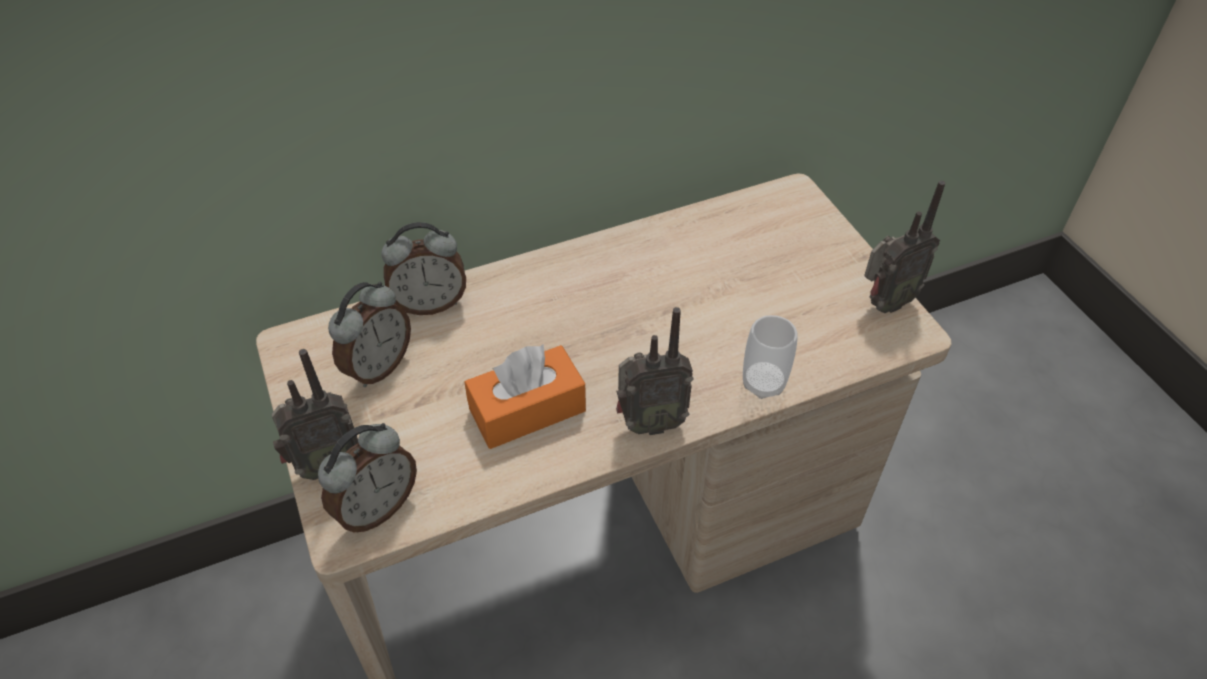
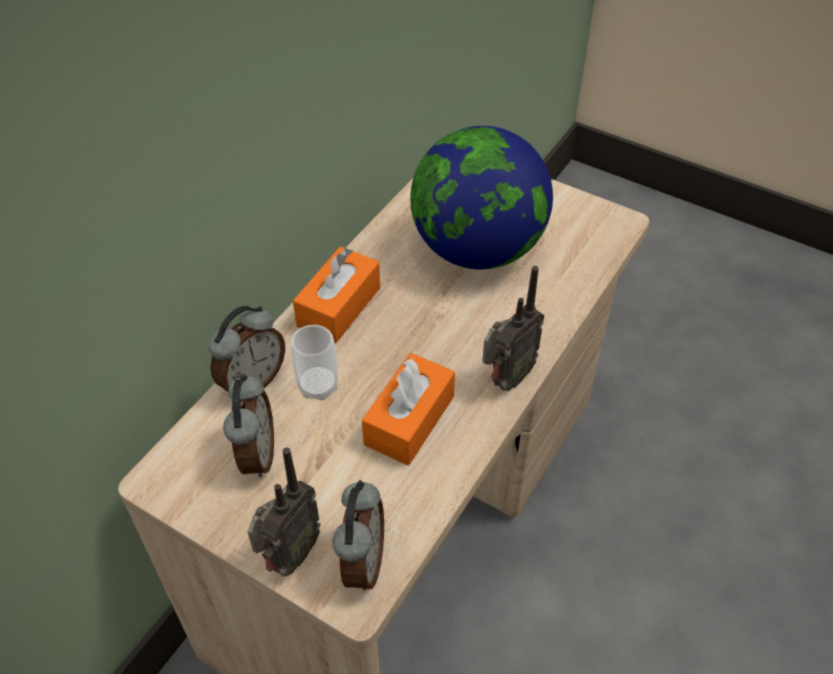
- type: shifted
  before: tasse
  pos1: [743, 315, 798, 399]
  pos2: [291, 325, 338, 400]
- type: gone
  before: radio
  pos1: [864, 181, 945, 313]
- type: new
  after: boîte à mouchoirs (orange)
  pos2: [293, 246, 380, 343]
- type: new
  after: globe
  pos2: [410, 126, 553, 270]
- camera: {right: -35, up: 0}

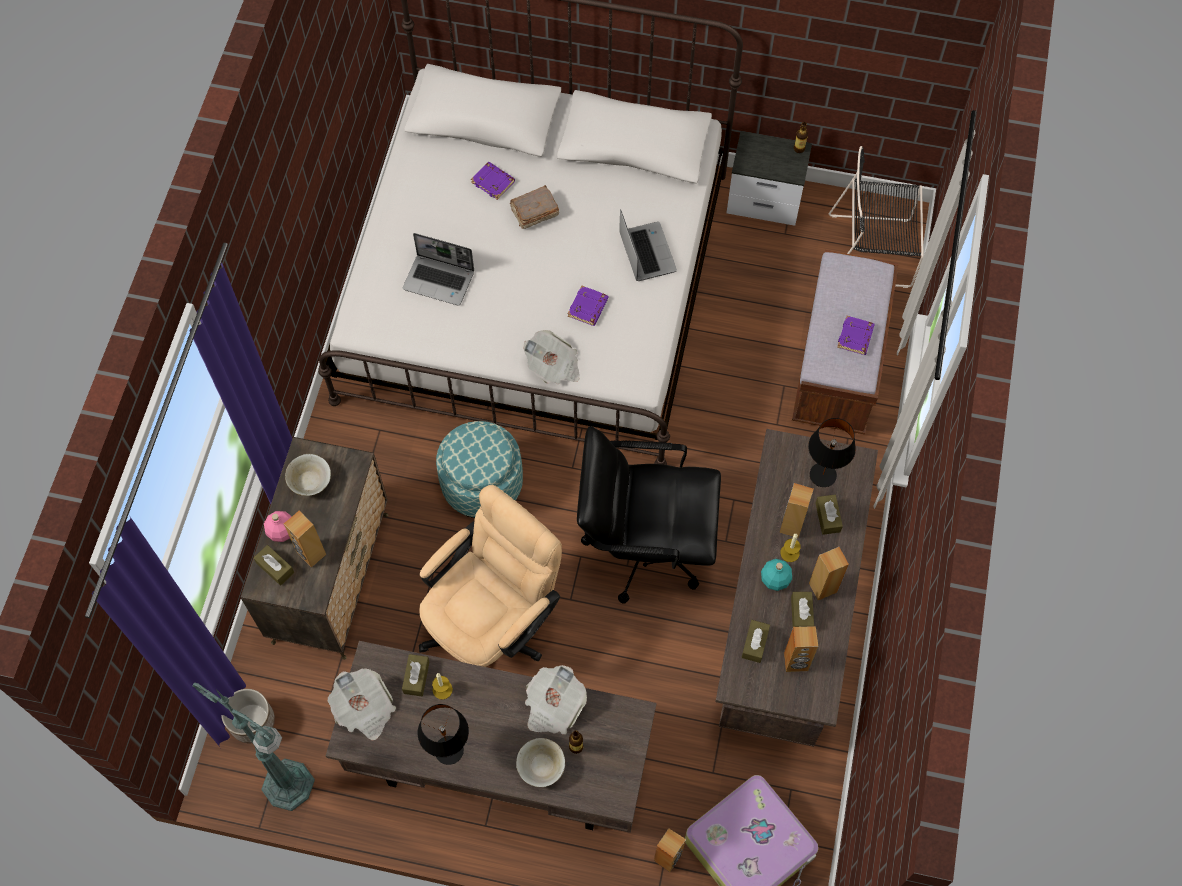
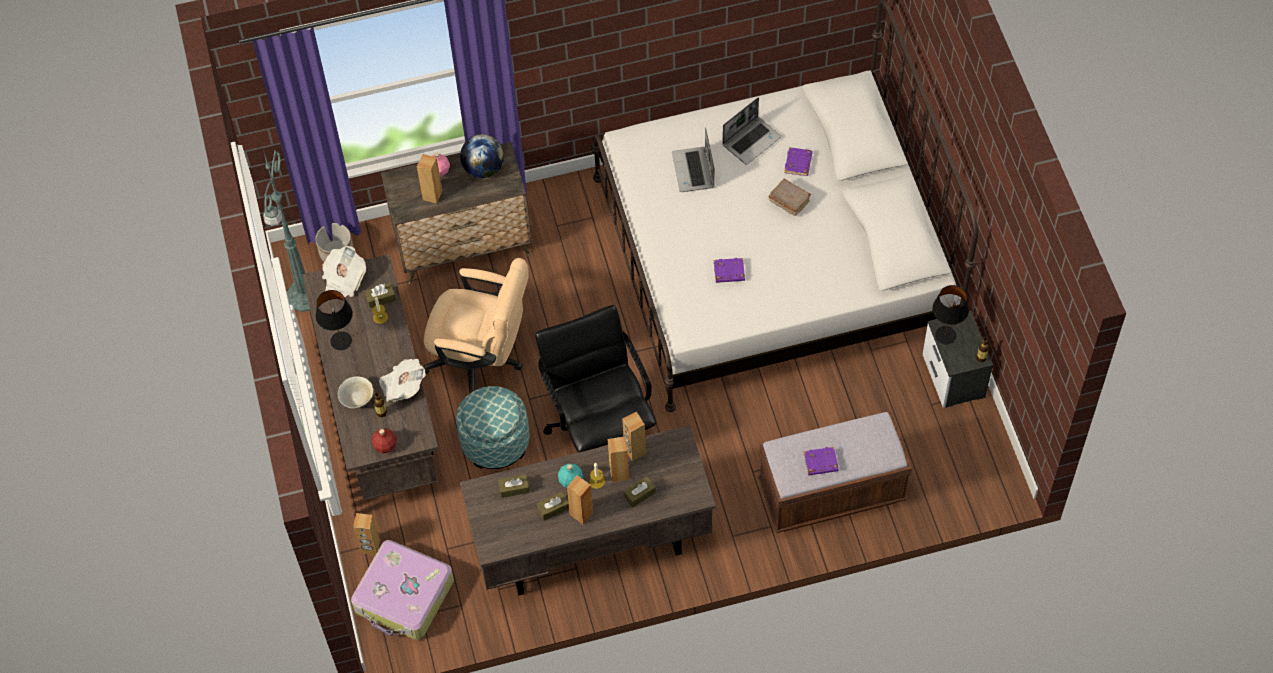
- type: gone
  before: boîte à mouchoirs (marron)
  pos1: [254, 545, 294, 586]
- type: swapped
  before: bol (beige)
  after: globe
  pos1: [285, 454, 331, 496]
  pos2: [460, 134, 504, 178]
- type: shifted
  before: pouf
  pos1: [436, 421, 523, 518]
  pos2: [456, 386, 529, 469]
- type: gone
  before: journal
  pos1: [523, 330, 580, 385]
- type: shifted
  before: ordinateur portable
  pos1: [619, 209, 677, 281]
  pos2: [722, 97, 781, 165]
- type: shifted
  before: enceinte (marron)
  pos1: [784, 626, 818, 672]
  pos2: [622, 411, 646, 461]
- type: shifted
  before: lampe de table (noir)
  pos1: [808, 418, 856, 487]
  pos2: [932, 285, 969, 344]
- type: gone
  before: chaise (noir)
  pos1: [829, 146, 924, 288]
- type: new
  after: bouteille (rouge)
  pos2: [372, 428, 397, 453]
- camera: {right: 65, up: -5}

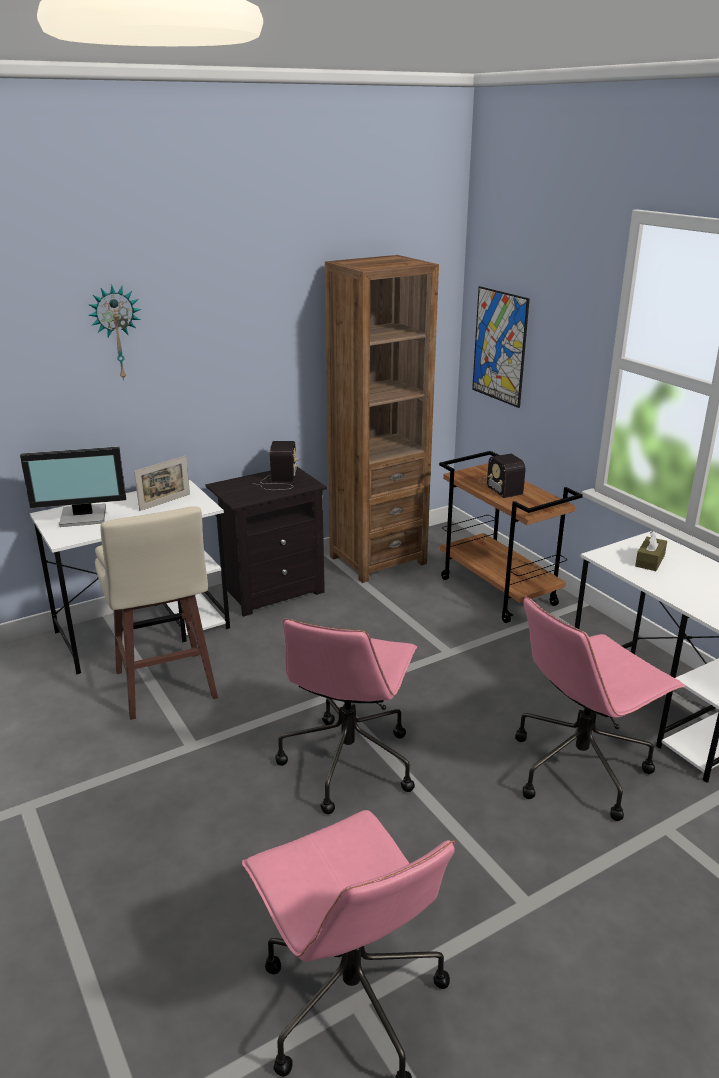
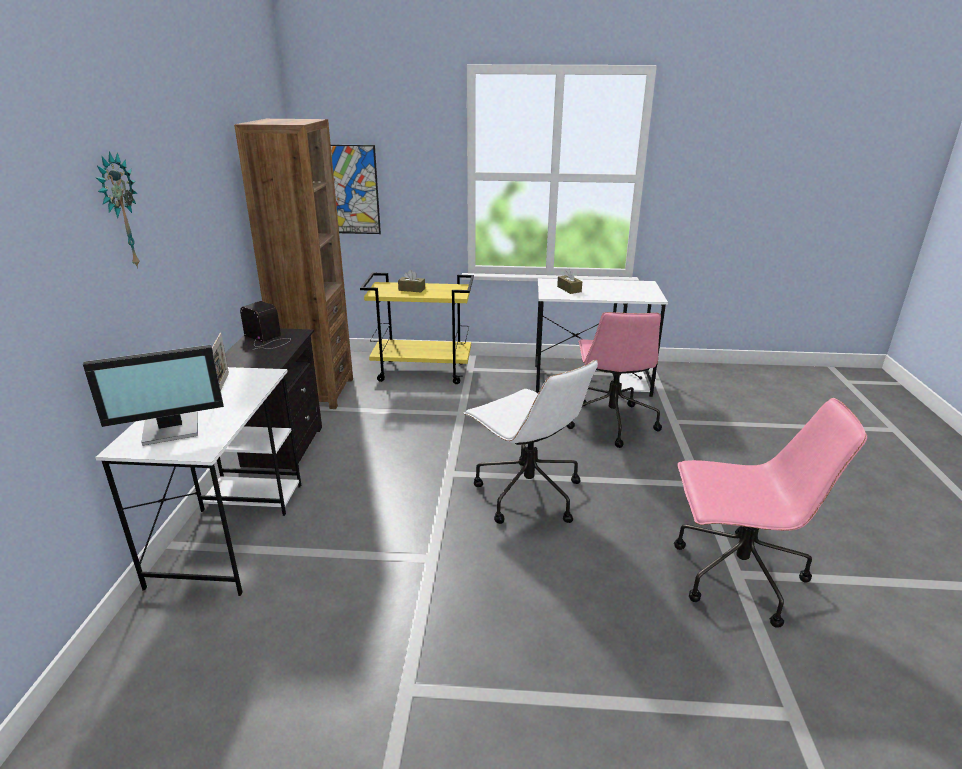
- type: rotated
  before: écran d'ordinateur
  pos1: [20, 447, 126, 527]
  pos2: [83, 345, 224, 446]
  turn: 45
- type: gone
  before: tabouret (beige)
  pos1: [95, 506, 218, 720]
- type: repainted
  before: chaise de bureau (rose)
  after: chaise de bureau (blanc)
  pos1: [275, 618, 417, 814]
  pos2: [463, 359, 598, 524]
- type: repainted
  before: chariot (marron)
  after: chariot (jaune)
  pos1: [439, 451, 583, 623]
  pos2: [360, 273, 474, 384]
- type: swapped
  before: radio
  after: boîte à mouchoirs (marron)
  pos1: [478, 454, 526, 498]
  pos2: [398, 270, 425, 292]
- camera: {right: -55, up: 0}

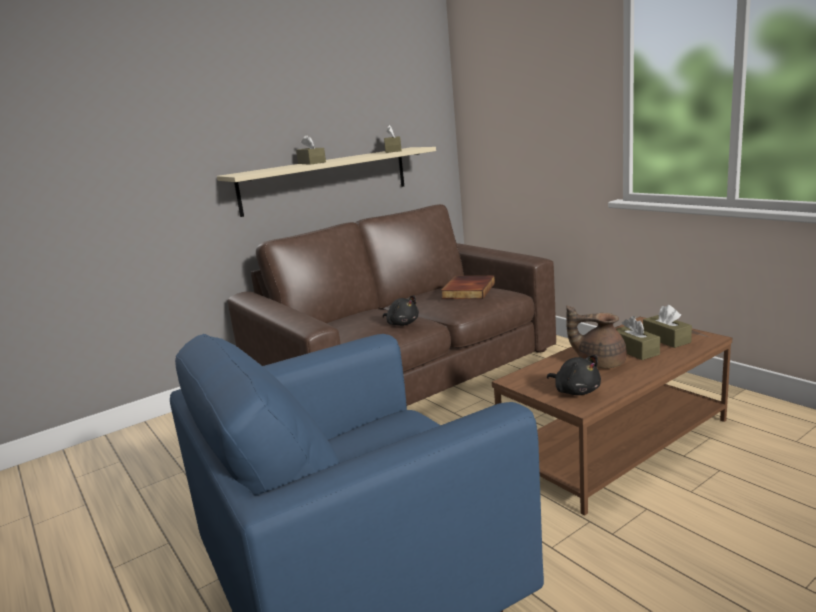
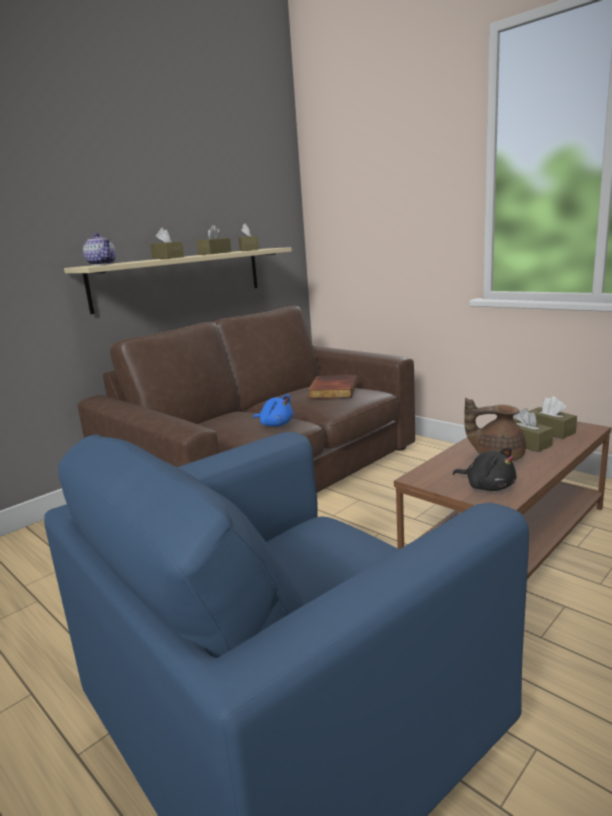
- type: repainted
  before: peluche (noir)
  after: peluche (bleu)
  pos1: [383, 295, 419, 326]
  pos2: [253, 394, 294, 426]
- type: new
  after: théière
  pos2: [83, 233, 116, 265]
- type: new
  after: boîte à mouchoirs (marron)
  pos2: [196, 225, 231, 255]
- camera: {right: -10, up: 0}

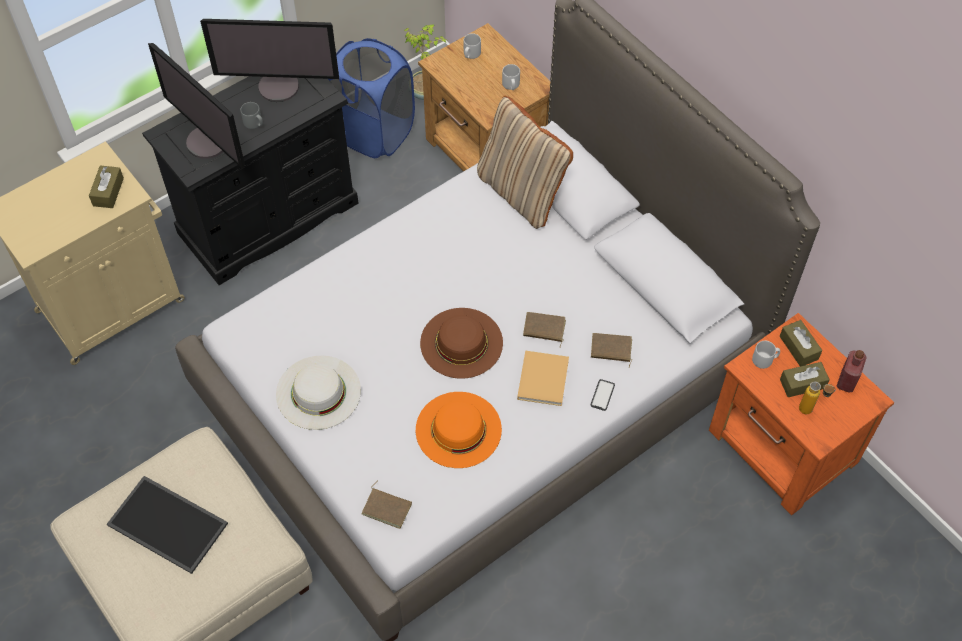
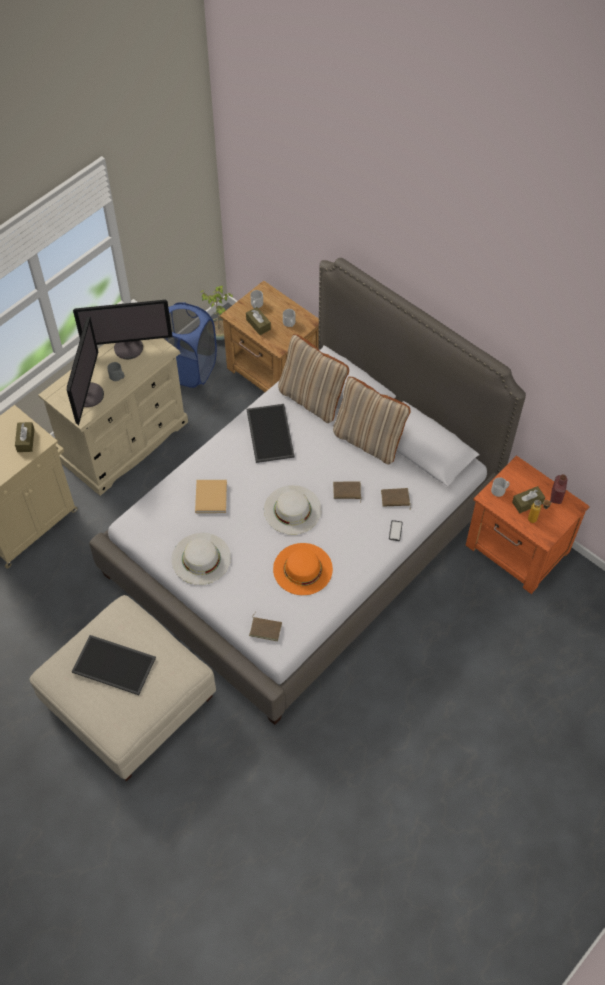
- type: repainted
  before: commode (noir)
  after: commode (beige)
  pos1: [142, 76, 359, 285]
  pos2: [38, 338, 188, 496]
- type: rotated
  before: écran d'ordinateur
  pos1: [148, 43, 245, 169]
  pos2: [67, 317, 104, 425]
  turn: -120
- type: repainted
  before: chapeau (marron)
  after: chapeau (blanc)
  pos1: [420, 308, 503, 379]
  pos2: [264, 485, 322, 535]
- type: shifted
  before: livre (beige)
  pos1: [517, 351, 569, 406]
  pos2: [195, 480, 227, 513]
- type: shifted
  before: boîte à mouchoirs (marron)
  pos1: [780, 320, 822, 366]
  pos2: [246, 307, 271, 335]
- type: new
  after: plateau
  pos2: [247, 404, 295, 463]
- type: new
  after: coussin (beige)
  pos2: [333, 377, 411, 465]
- camera: {right: -10, up: 0}

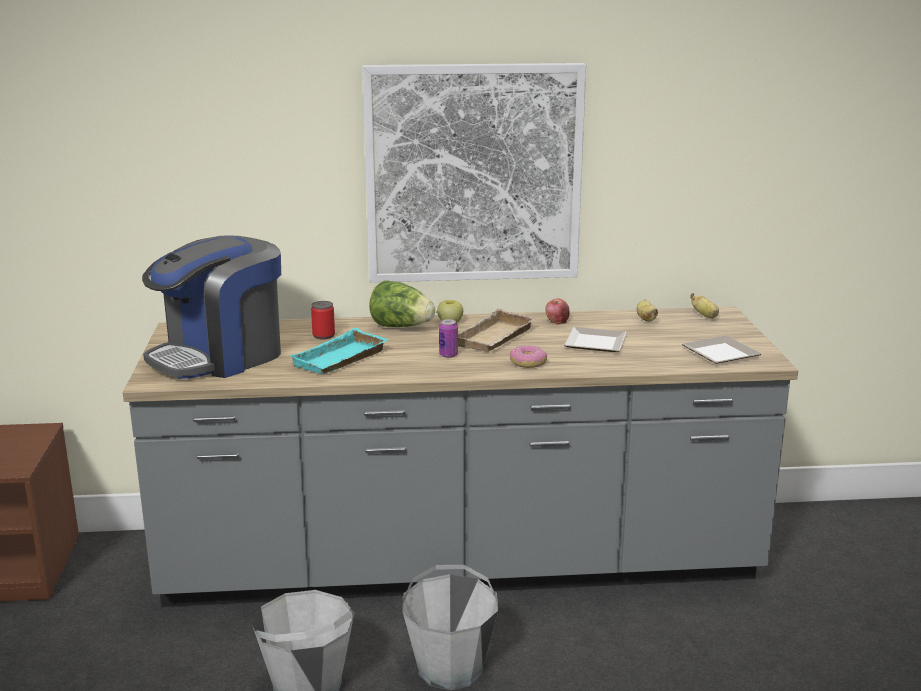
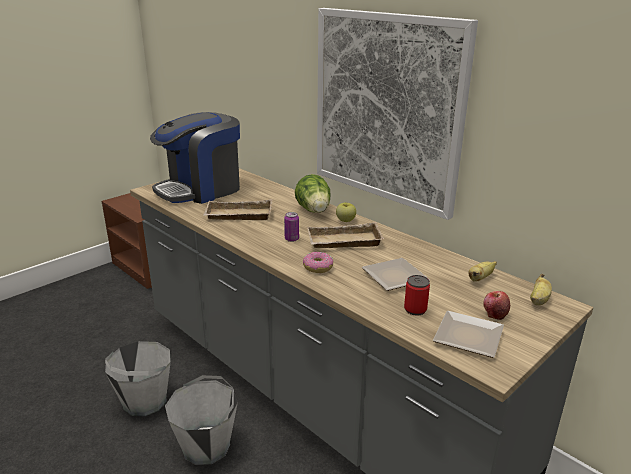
- type: rotated
  before: machine à café
  pos1: [142, 235, 281, 379]
  pos2: [150, 112, 240, 204]
  turn: -45
- type: repainted
  before: plateau (turquoise)
  after: plateau (beige)
  pos1: [289, 328, 389, 374]
  pos2: [204, 199, 272, 220]
- type: shifted
  before: boîte métallique
  pos1: [311, 301, 335, 339]
  pos2: [404, 275, 430, 316]
- type: shifted
  before: pomme
  pos1: [545, 299, 570, 324]
  pos2: [483, 291, 510, 320]
- camera: {right: 50, up: 5}

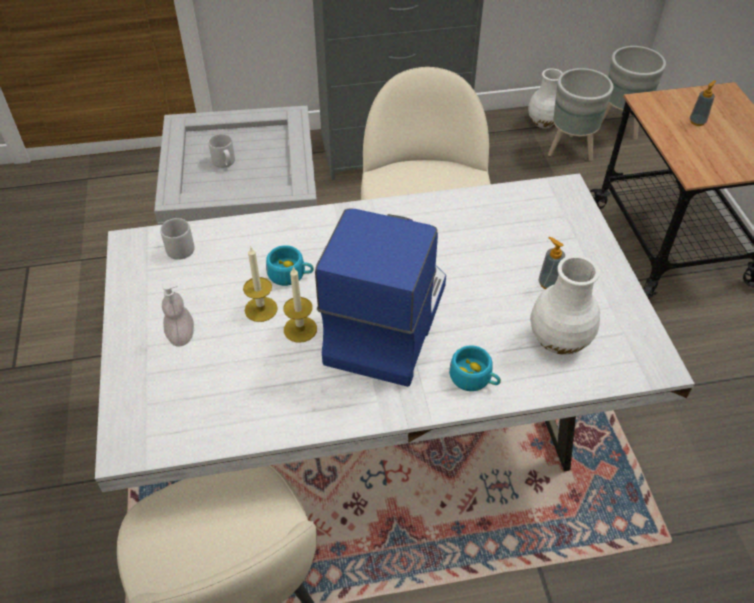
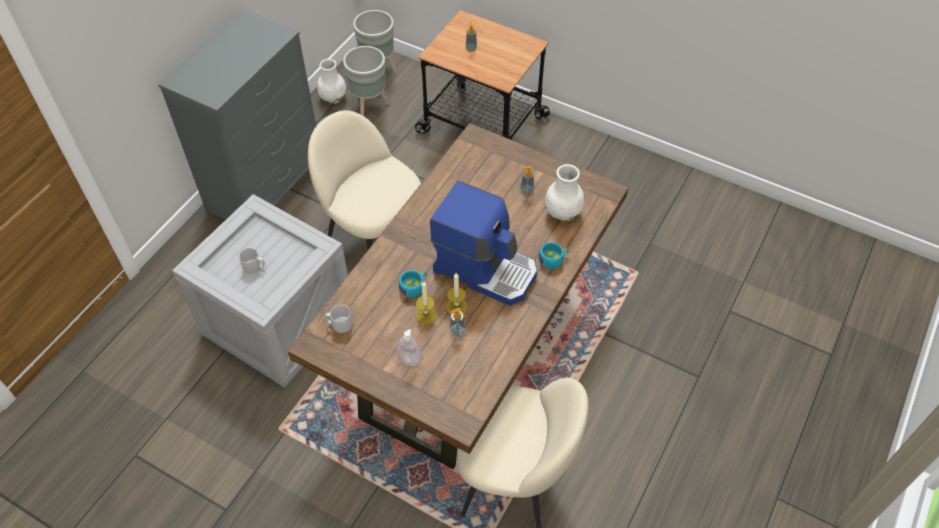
- type: repainted
  before: table à manger (blanc)
  after: table à manger (marron)
  pos1: [95, 173, 695, 492]
  pos2: [287, 123, 629, 469]
- type: rotated
  before: machine à café
  pos1: [315, 209, 446, 387]
  pos2: [430, 181, 537, 306]
  turn: 150
- type: new
  after: distributeur de savon
  pos2: [450, 308, 465, 337]
- camera: {right: -50, up: 5}

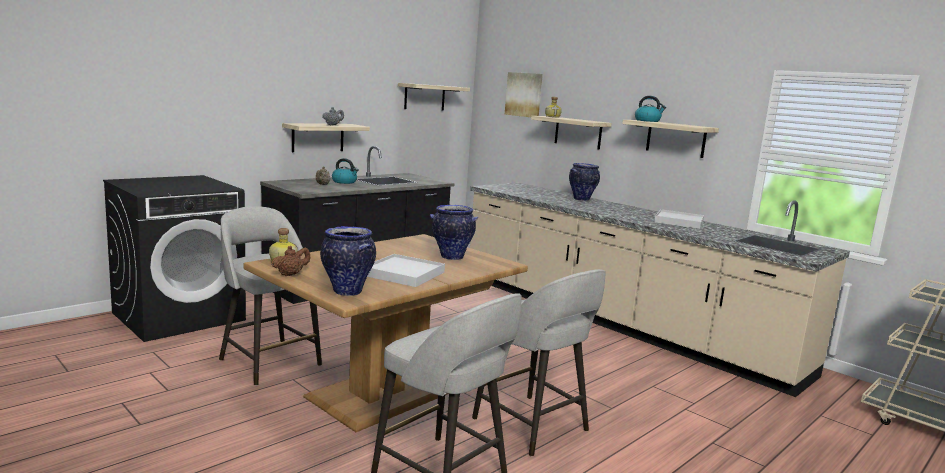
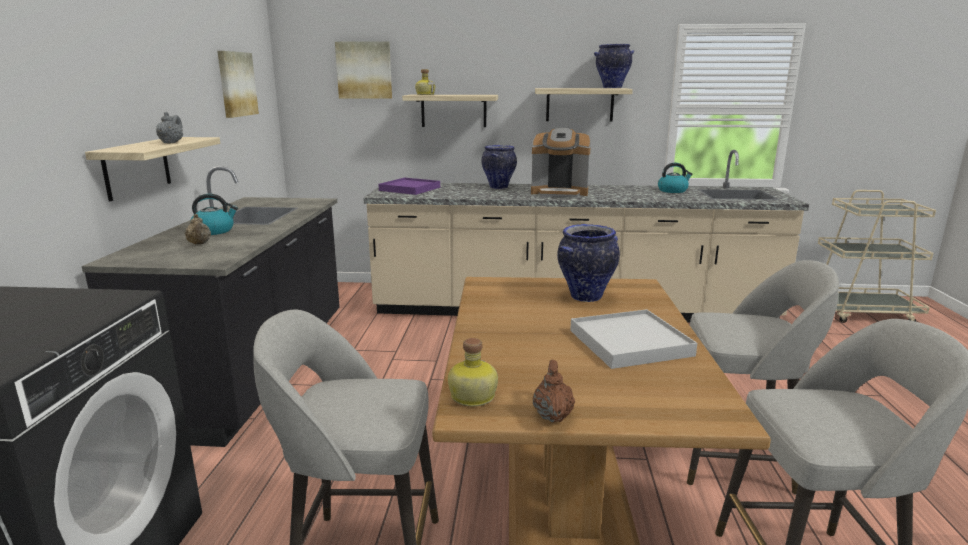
- type: shifted
  before: vase
  pos1: [320, 226, 376, 296]
  pos2: [594, 44, 634, 88]
- type: swapped
  before: étagère
  after: tableau
  pos1: [398, 83, 470, 111]
  pos2: [217, 51, 259, 118]
- type: shifted
  before: bouilloire
  pos1: [635, 96, 666, 122]
  pos2: [658, 163, 693, 193]
- type: gone
  before: plateau (blanc)
  pos1: [654, 209, 704, 229]
- type: new
  after: plateau (violet)
  pos2: [378, 178, 440, 195]
- type: new
  after: machine à café
  pos2: [531, 128, 591, 198]
- camera: {right: -40, up: 5}

